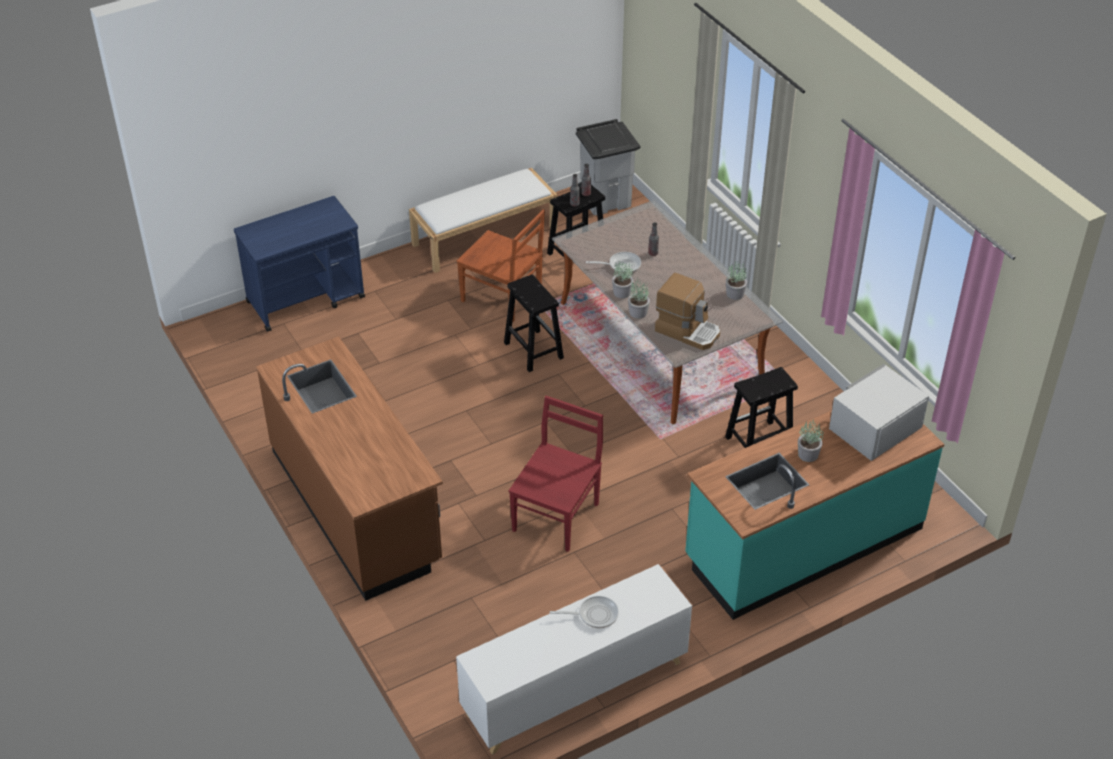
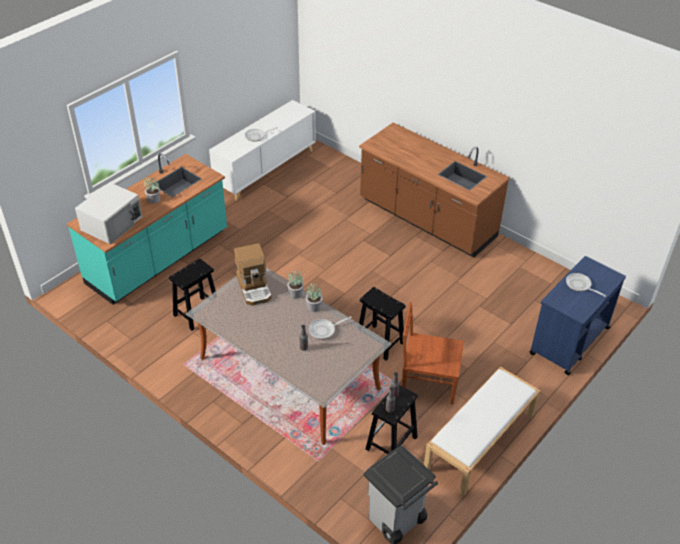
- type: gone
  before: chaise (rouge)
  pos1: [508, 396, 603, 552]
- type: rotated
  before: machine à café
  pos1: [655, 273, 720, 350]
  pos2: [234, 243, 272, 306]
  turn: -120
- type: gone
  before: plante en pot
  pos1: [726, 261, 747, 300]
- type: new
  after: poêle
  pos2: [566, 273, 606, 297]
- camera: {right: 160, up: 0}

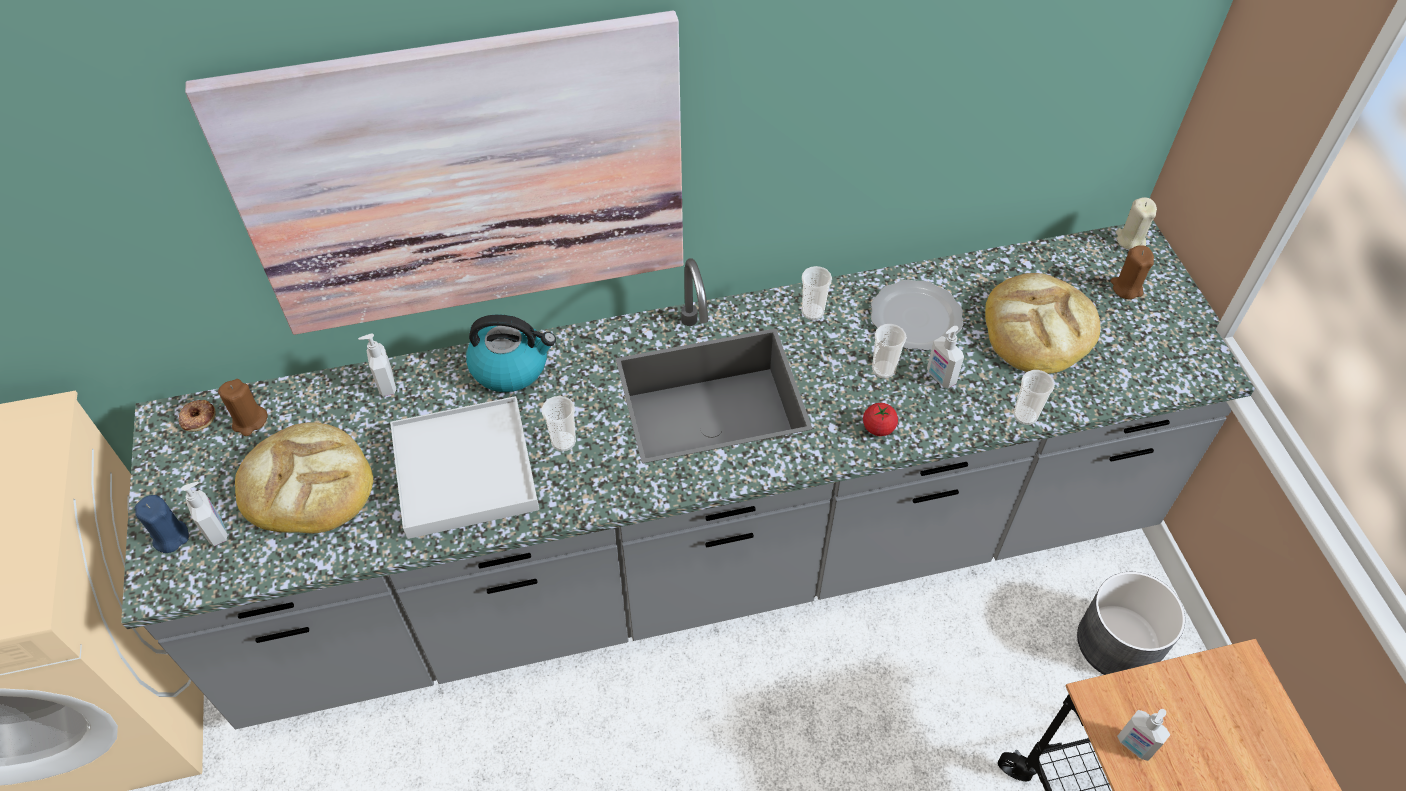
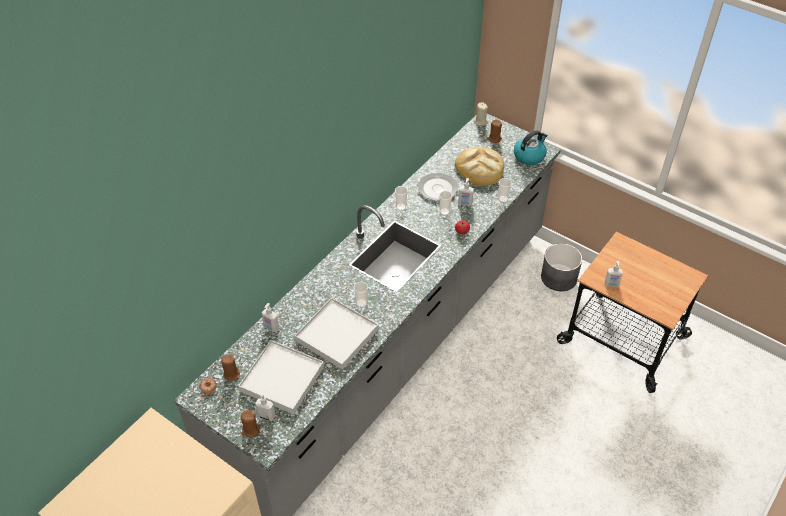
- type: repainted
  before: bougie (bleu)
  after: bougie (marron)
  pos1: [135, 495, 189, 553]
  pos2: [241, 410, 260, 438]
- type: gone
  before: tableau
  pos1: [185, 11, 683, 335]
- type: swapped
  before: pain
  after: plateau (blanc)
  pos1: [235, 422, 373, 534]
  pos2: [238, 340, 324, 414]
- type: shifted
  before: bouilloire
  pos1: [466, 314, 556, 392]
  pos2: [514, 130, 548, 165]
- camera: {right: -40, up: -5}

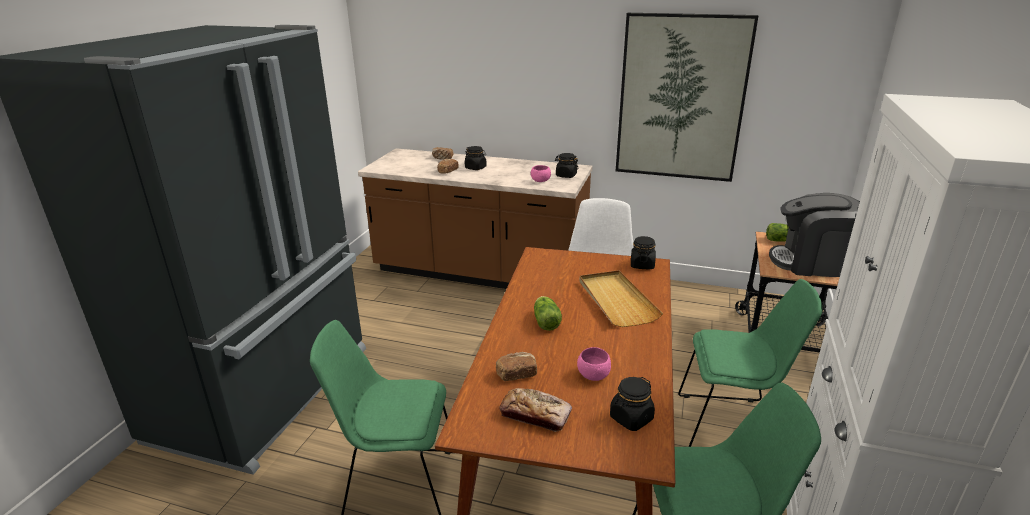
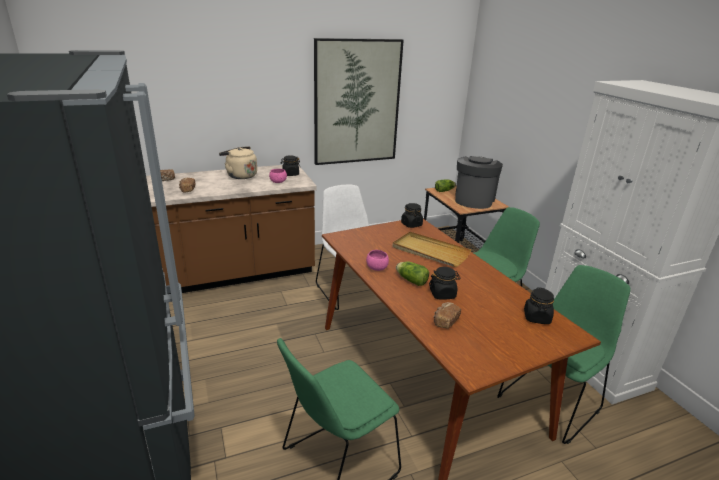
- type: shifted
  before: bocal (noir)
  pos1: [465, 146, 487, 170]
  pos2: [429, 267, 461, 299]
- type: gone
  before: pain
  pos1: [499, 388, 572, 432]
- type: shifted
  before: bol (rose)
  pos1: [577, 347, 611, 381]
  pos2: [366, 250, 389, 271]
- type: rotated
  before: machine à café
  pos1: [769, 193, 860, 277]
  pos2: [455, 156, 503, 209]
  turn: 135
- type: new
  after: bouilloire (beige)
  pos2: [219, 146, 257, 179]
- camera: {right: -40, up: 0}

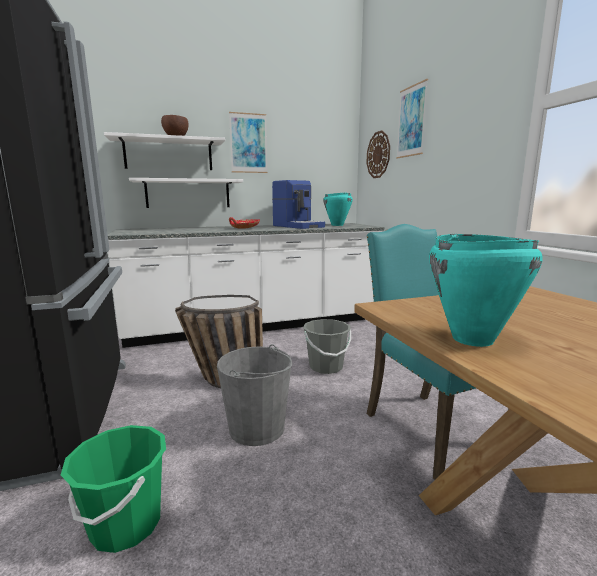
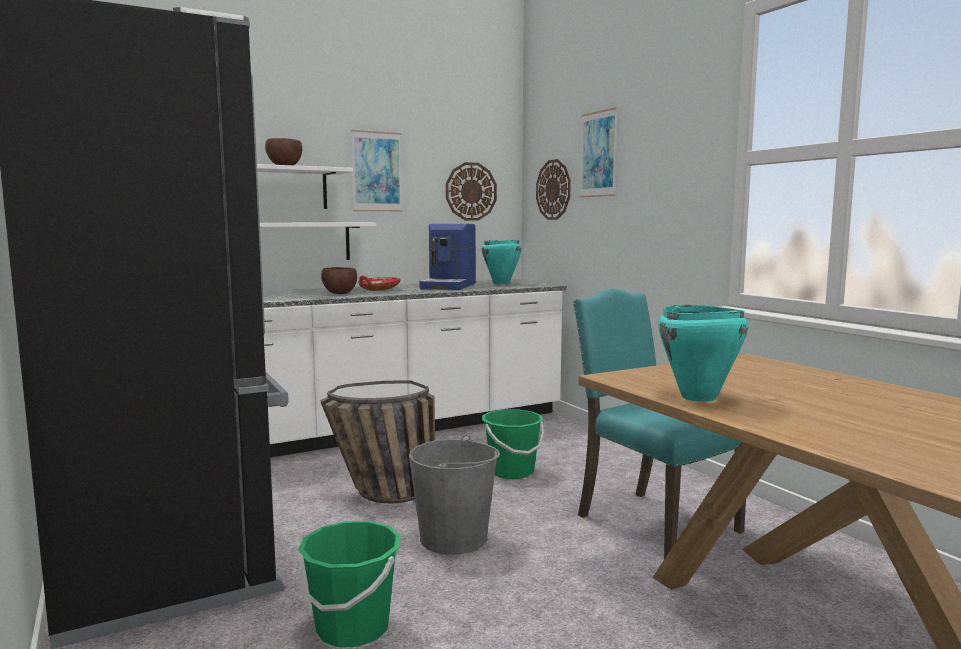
- type: rotated
  before: machine à café
  pos1: [272, 180, 325, 229]
  pos2: [420, 224, 476, 290]
  turn: 60
- type: repainted
  before: seau (gris)
  after: seau (vert)
  pos1: [303, 319, 351, 374]
  pos2: [482, 409, 544, 479]
- type: new
  after: bol (marron)
  pos2: [321, 267, 357, 294]
- type: new
  after: horloge murale
  pos2: [446, 162, 497, 221]
- camera: {right: -10, up: -5}

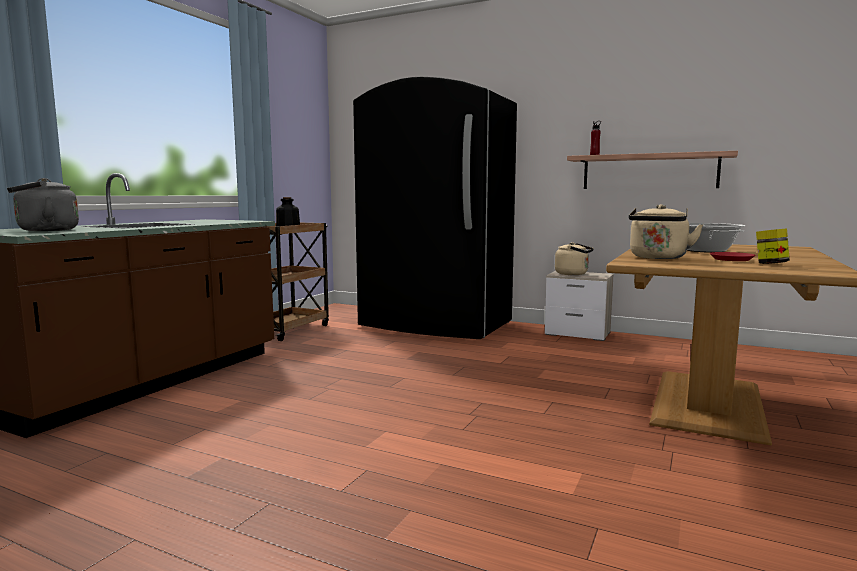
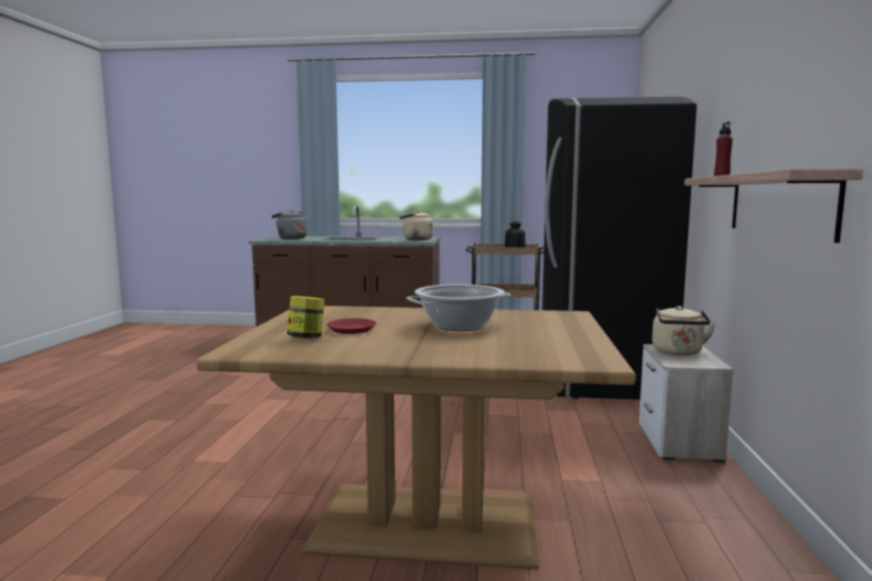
- type: shifted
  before: bouilloire (beige)
  pos1: [629, 204, 703, 259]
  pos2: [400, 211, 433, 240]
- camera: {right: 70, up: 0}

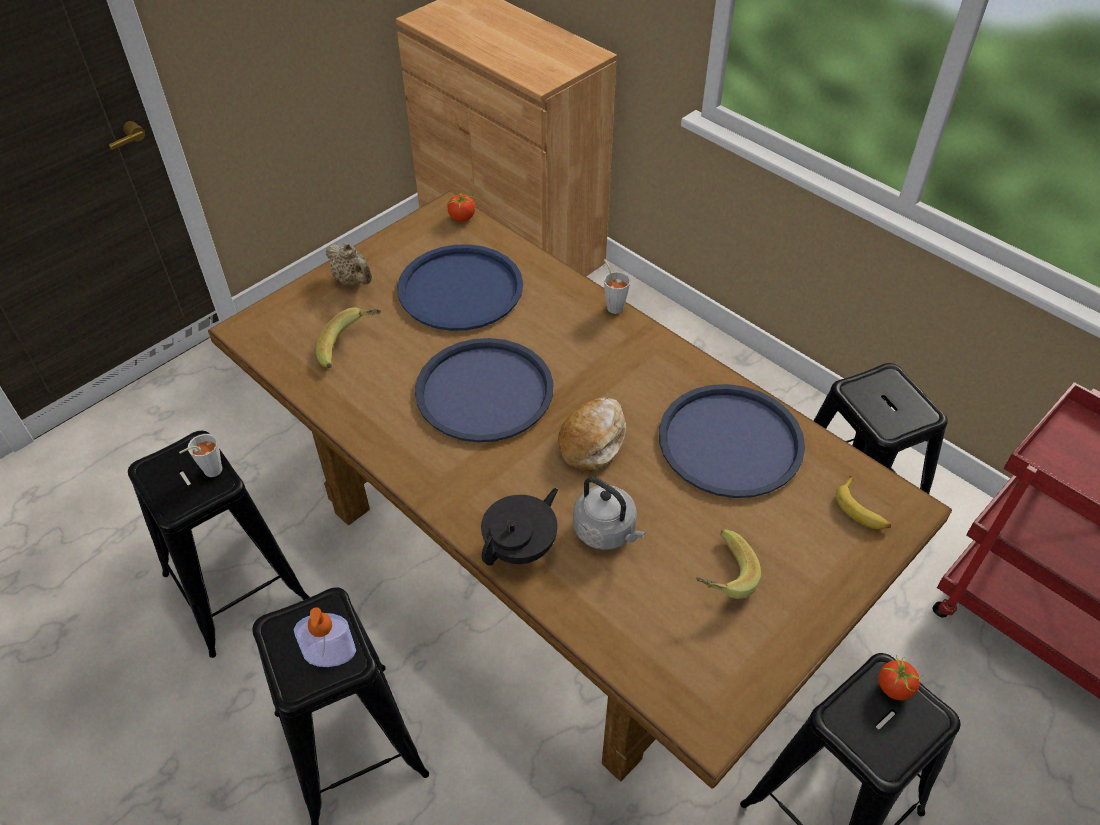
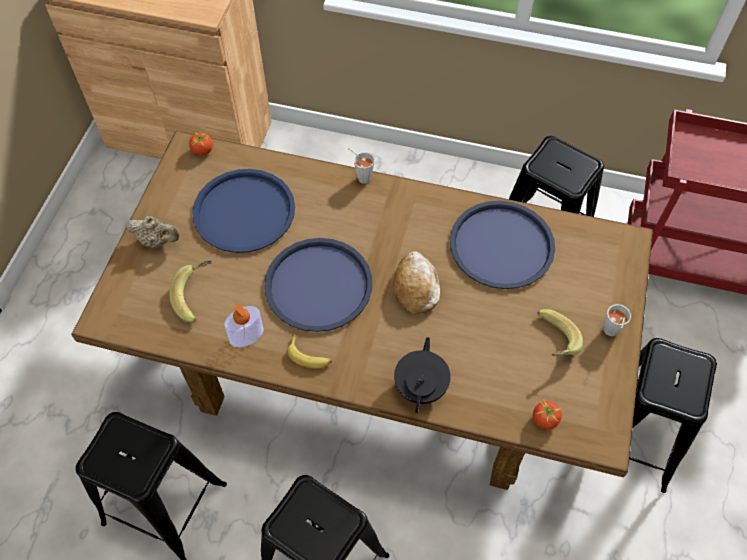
- type: shifted
  before: tasse (gris)
  pos1: [179, 434, 222, 477]
  pos2: [604, 304, 631, 336]
- type: shifted
  before: distributeur de savon
  pos1: [294, 607, 356, 667]
  pos2: [224, 304, 264, 347]
- type: gone
  before: bouilloire (gris)
  pos1: [573, 477, 646, 550]
- type: shifted
  before: banane
  pos1: [836, 476, 891, 529]
  pos2: [287, 334, 332, 368]
- type: shifted
  before: tomate
  pos1: [878, 655, 923, 700]
  pos2: [533, 398, 562, 430]
- camera: {right: -30, up: 10}

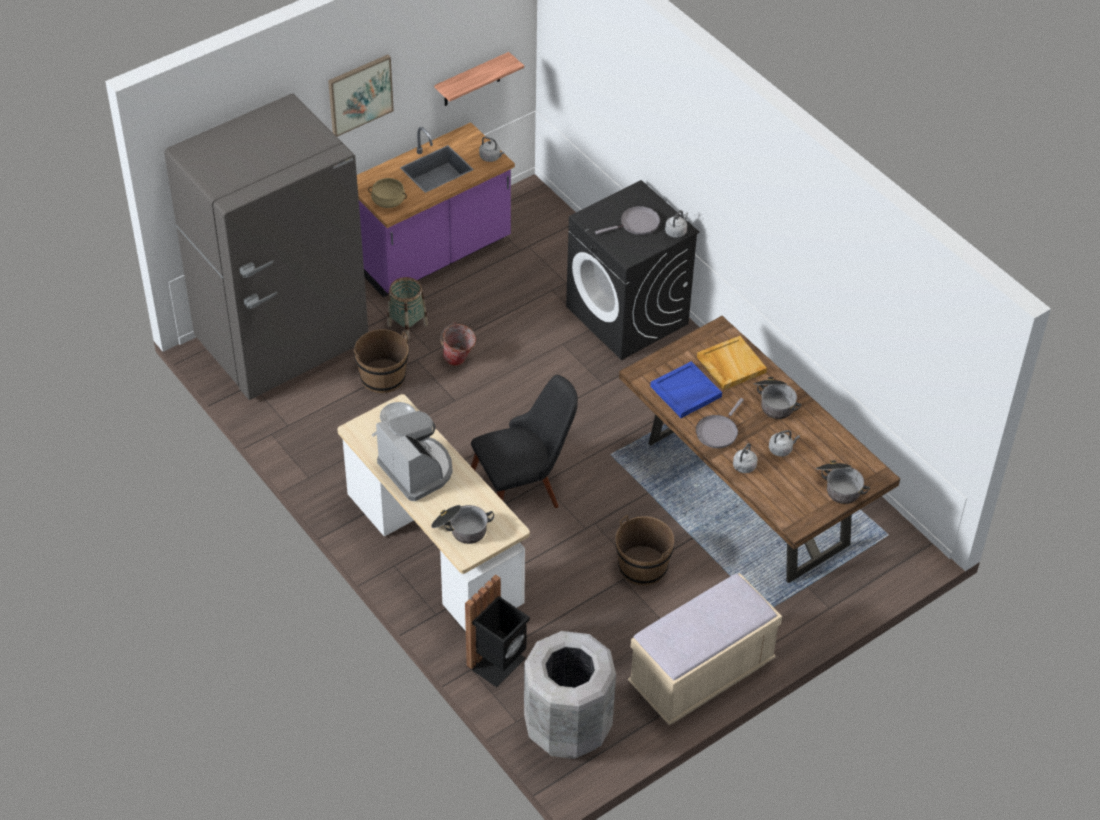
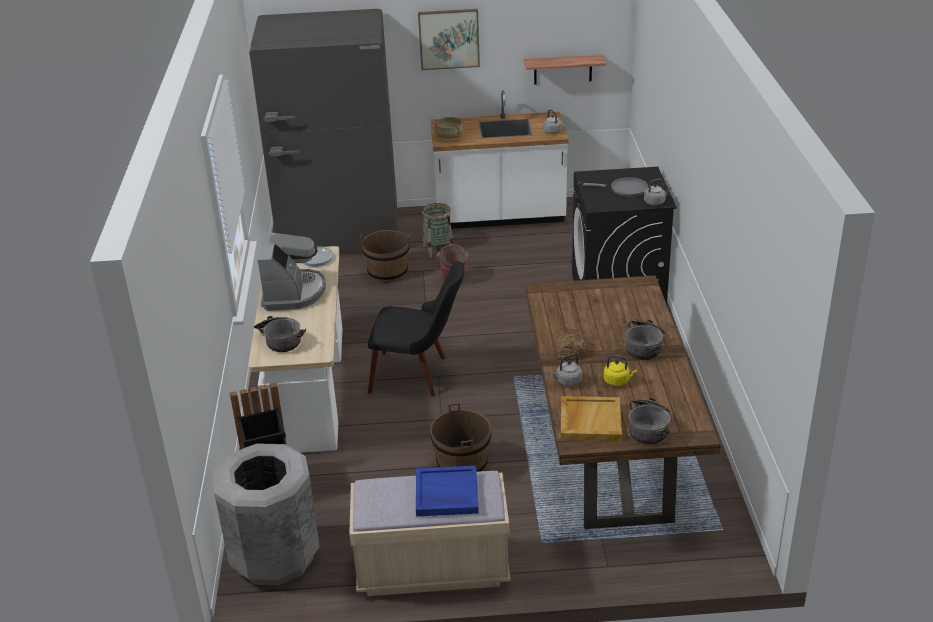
- type: repainted
  before: comptoir de cuisine (violet)
  after: comptoir de cuisine (blanc)
  pos1: [357, 122, 515, 297]
  pos2: [430, 90, 569, 229]
- type: shifted
  before: plateau (bleu)
  pos1: [650, 361, 722, 418]
  pos2: [416, 466, 479, 516]
- type: swapped
  before: poêle (gris)
  after: pain
  pos1: [696, 398, 744, 448]
  pos2: [554, 329, 587, 360]
- type: shifted
  before: plateau (beige)
  pos1: [697, 336, 767, 390]
  pos2: [561, 396, 622, 441]
- type: repainted
  before: bouilloire (gris)
  after: bouilloire (jaune)
  pos1: [769, 430, 800, 457]
  pos2: [603, 355, 637, 386]
- camera: {right: 35, up: -15}

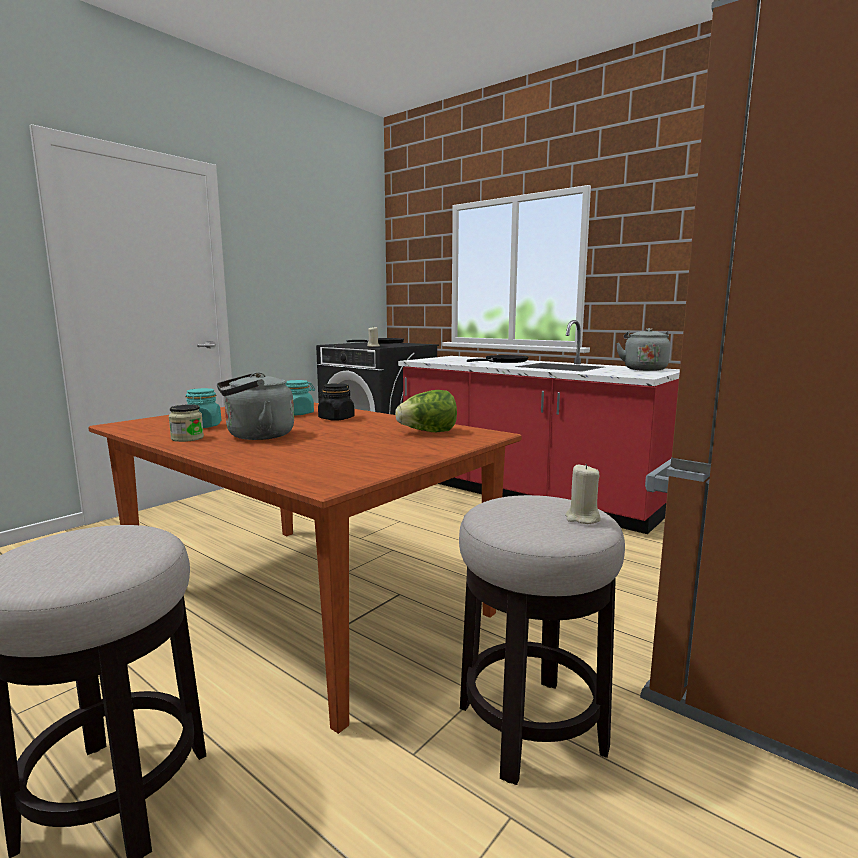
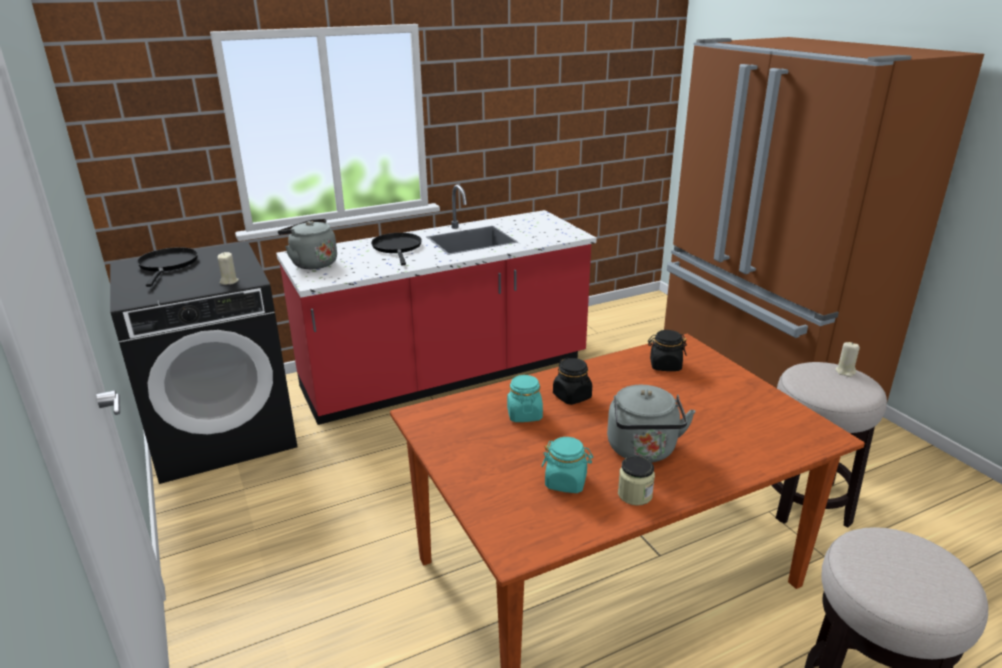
- type: swapped
  before: laitue
  after: bocal (noir)
  pos1: [395, 390, 457, 432]
  pos2: [648, 330, 687, 371]
- type: shifted
  before: bouilloire (gris)
  pos1: [616, 328, 670, 371]
  pos2: [278, 219, 337, 269]
- camera: {right: -65, up: 15}

